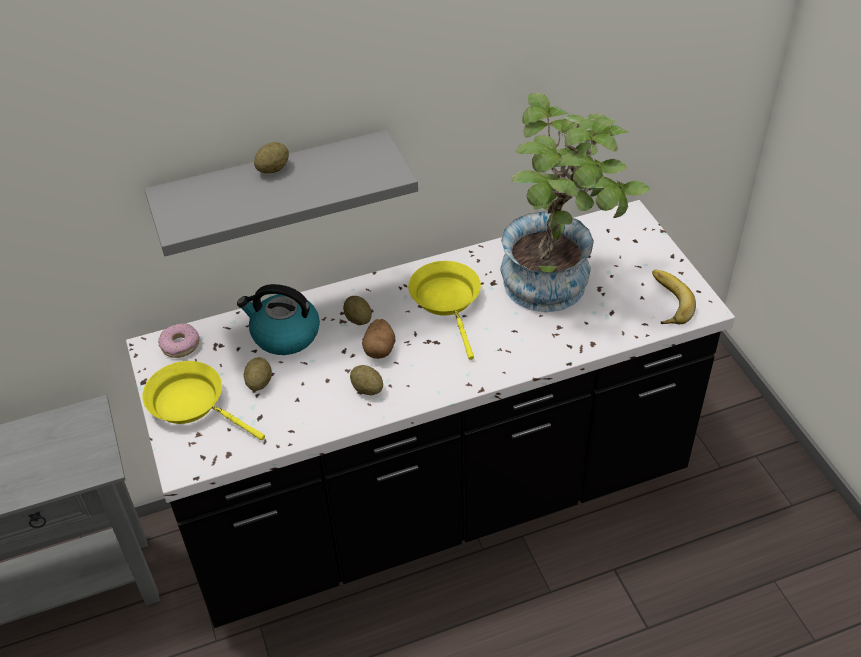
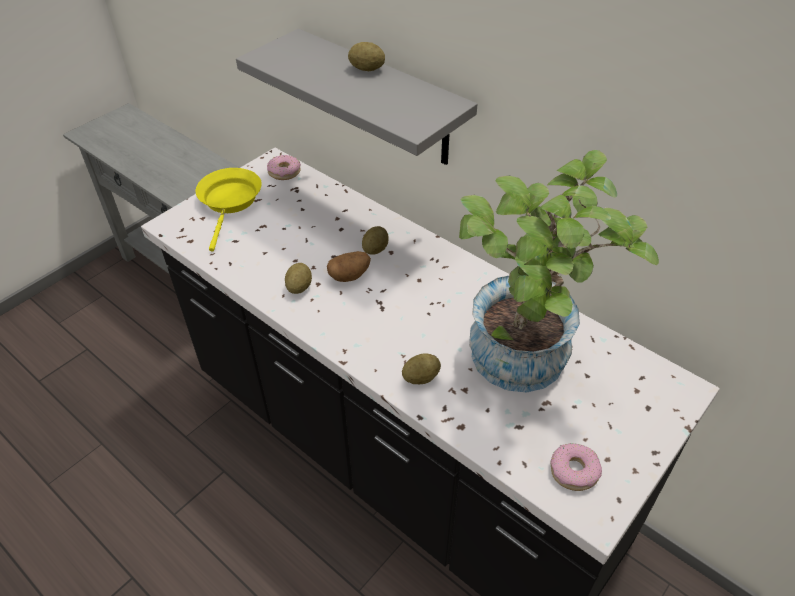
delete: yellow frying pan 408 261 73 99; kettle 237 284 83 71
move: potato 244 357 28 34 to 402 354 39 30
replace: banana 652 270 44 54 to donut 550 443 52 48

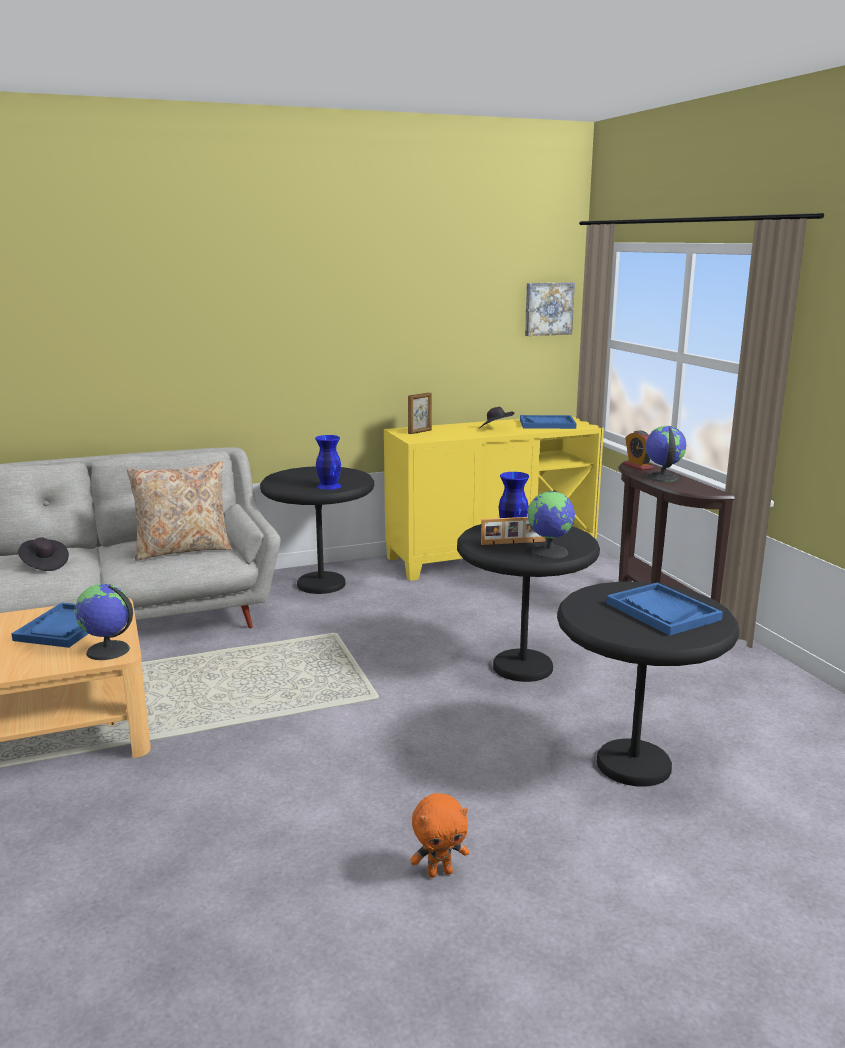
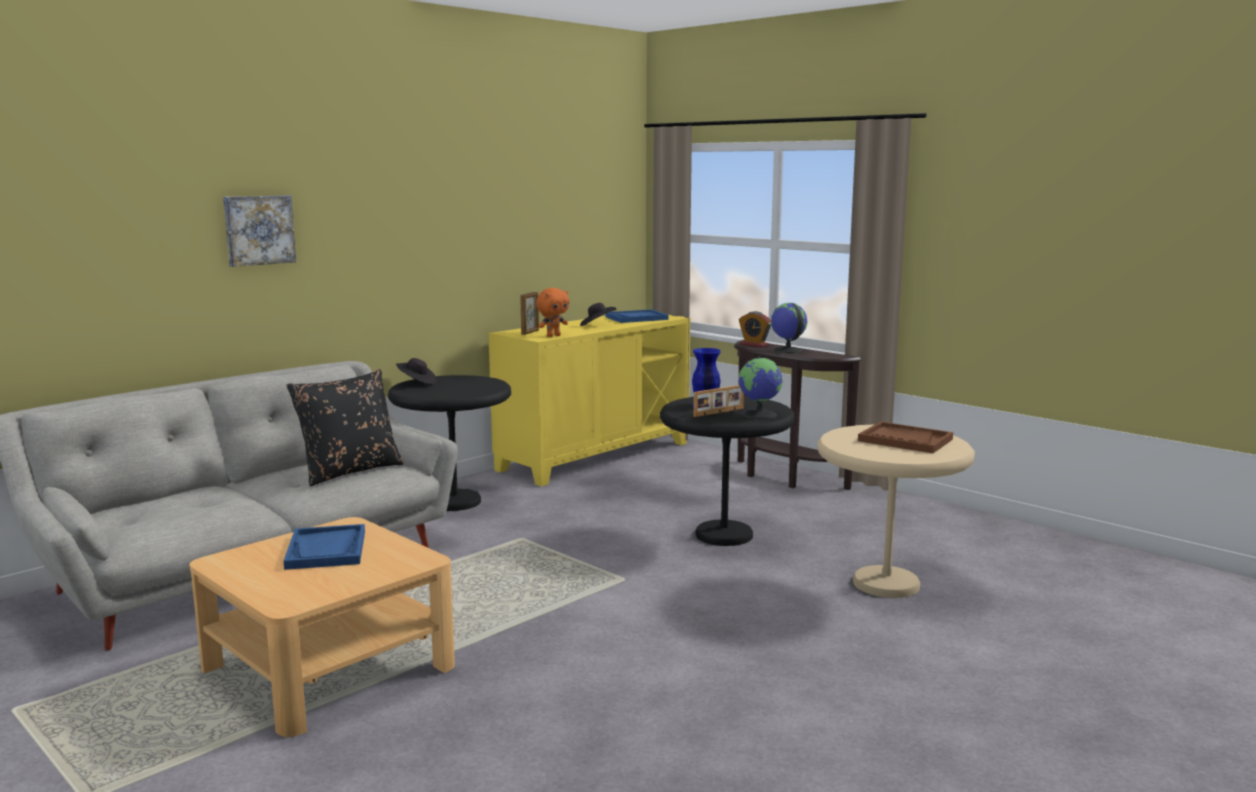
delete: blue vase 315 435 26 55; globe 75 584 58 76
move: picture 525 282 50 54 to 223 195 73 72; black hat 18 537 51 34 to 396 358 41 27; orange plush toy 410 793 59 85 to 536 288 33 49
recolor: beige pillow 127 461 105 100 to black pillow 286 369 118 117; black side table 557 582 182 205 to beige side table 817 424 158 174; blue tray 606 583 117 53 to brown tray 858 421 95 32

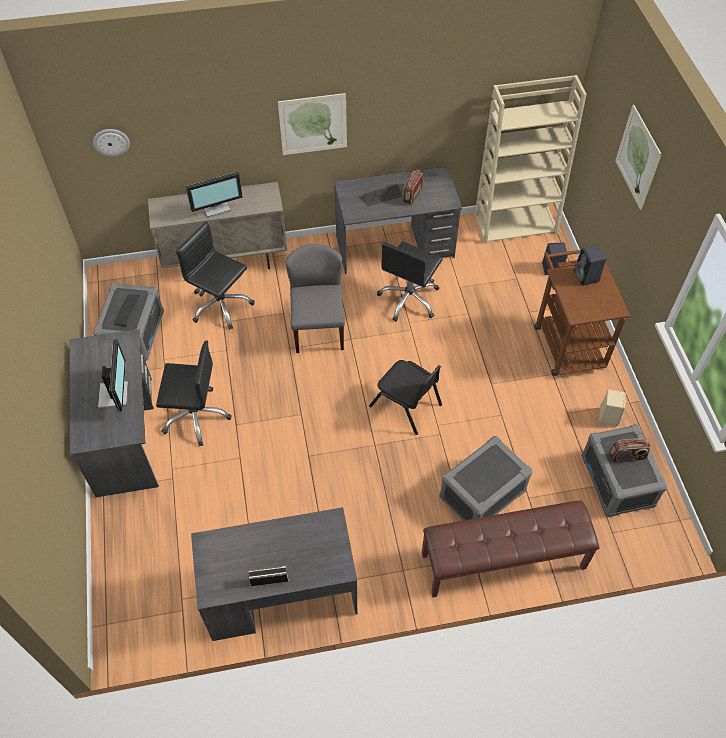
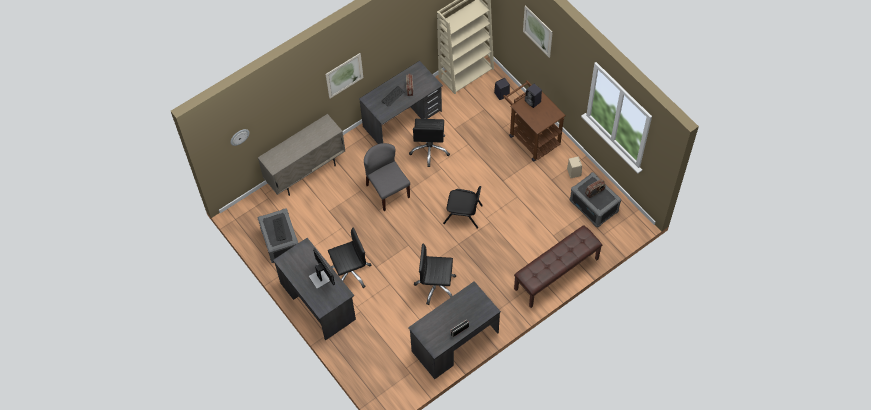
delete: monitor 186 172 57 46; grey storage box 439 436 94 85
move: black office chair 176 221 78 109 to 414 243 42 62

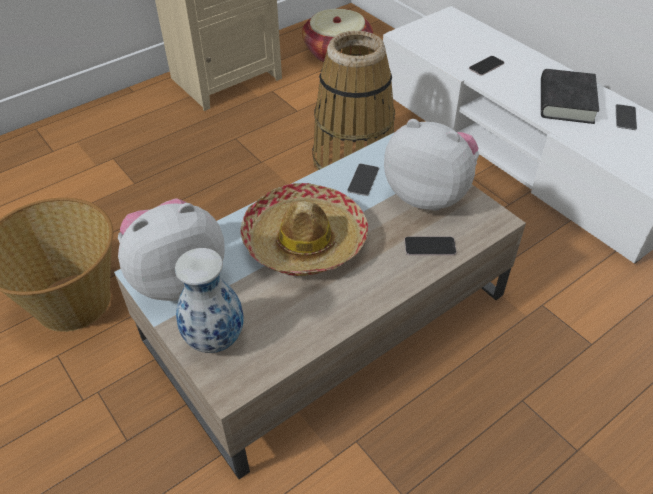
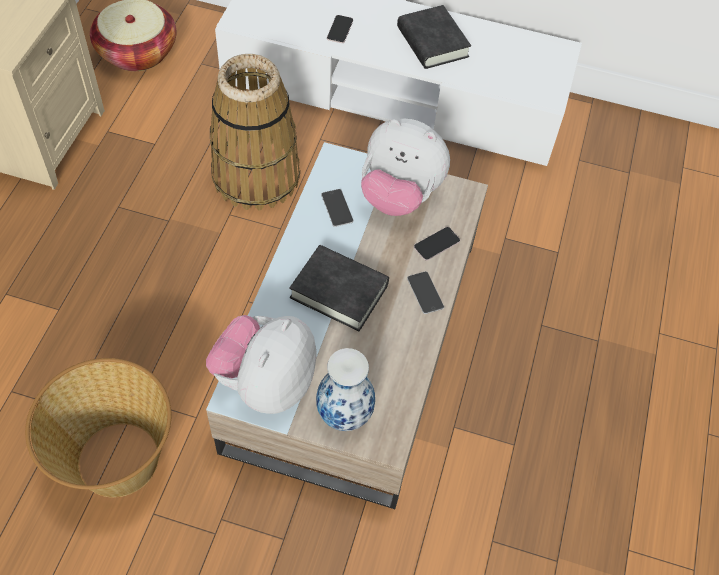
move: phone 616 104 21 26 to 407 271 37 43
replace: hat 240 183 128 93 to black book 289 245 100 86
rotate: plush toy 384 119 95 92 = 361 118 89 98 150 degrees counterclockwise

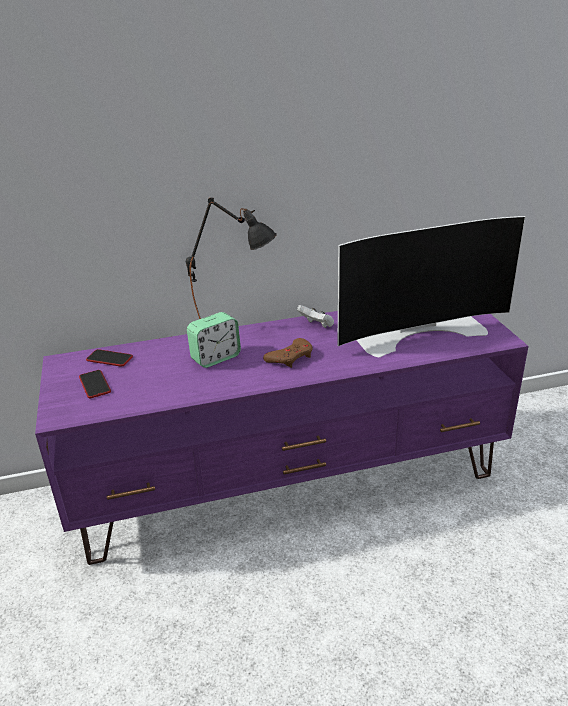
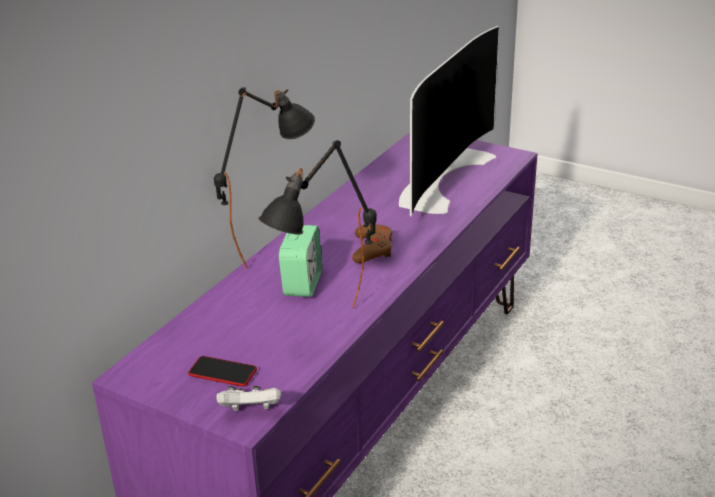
delete: phone 86 349 47 18
insert: black table lamp 259 140 118 168
move: white game controller 297 305 37 23 to 216 386 65 25

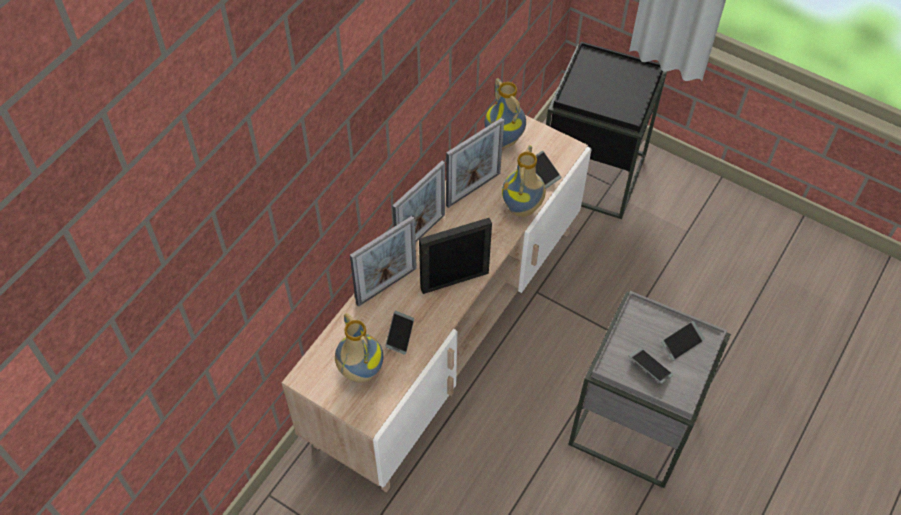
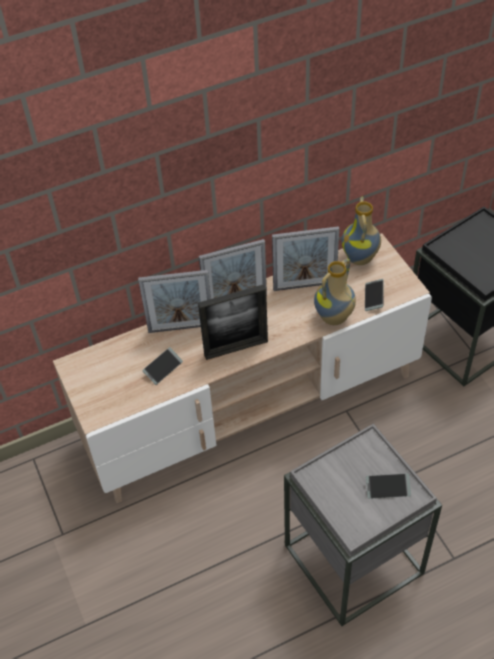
delete: vase 335 313 48 70; phone 629 348 44 36
rotate: picture frame 419 218 73 76 = 198 284 70 76 150 degrees clockwise

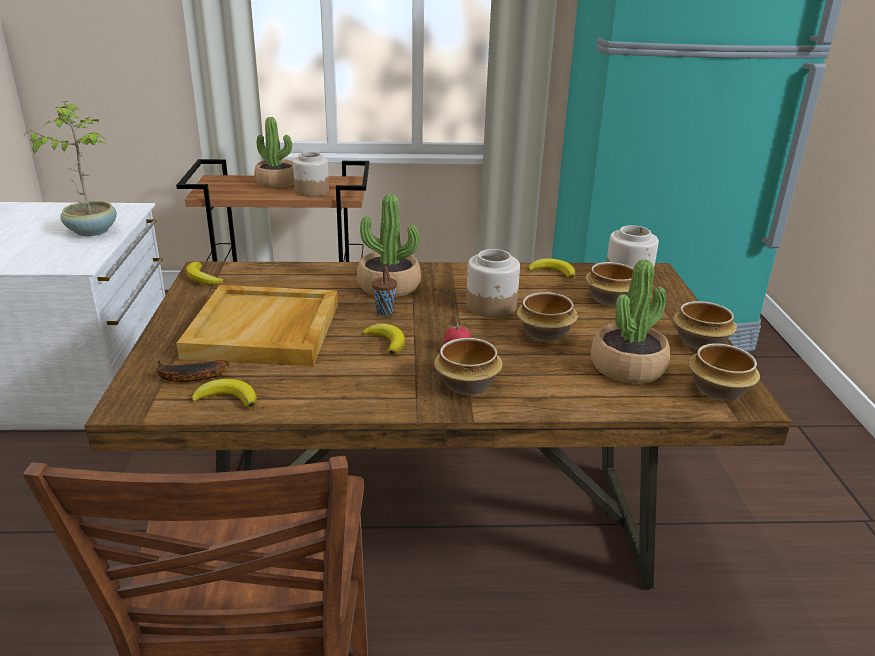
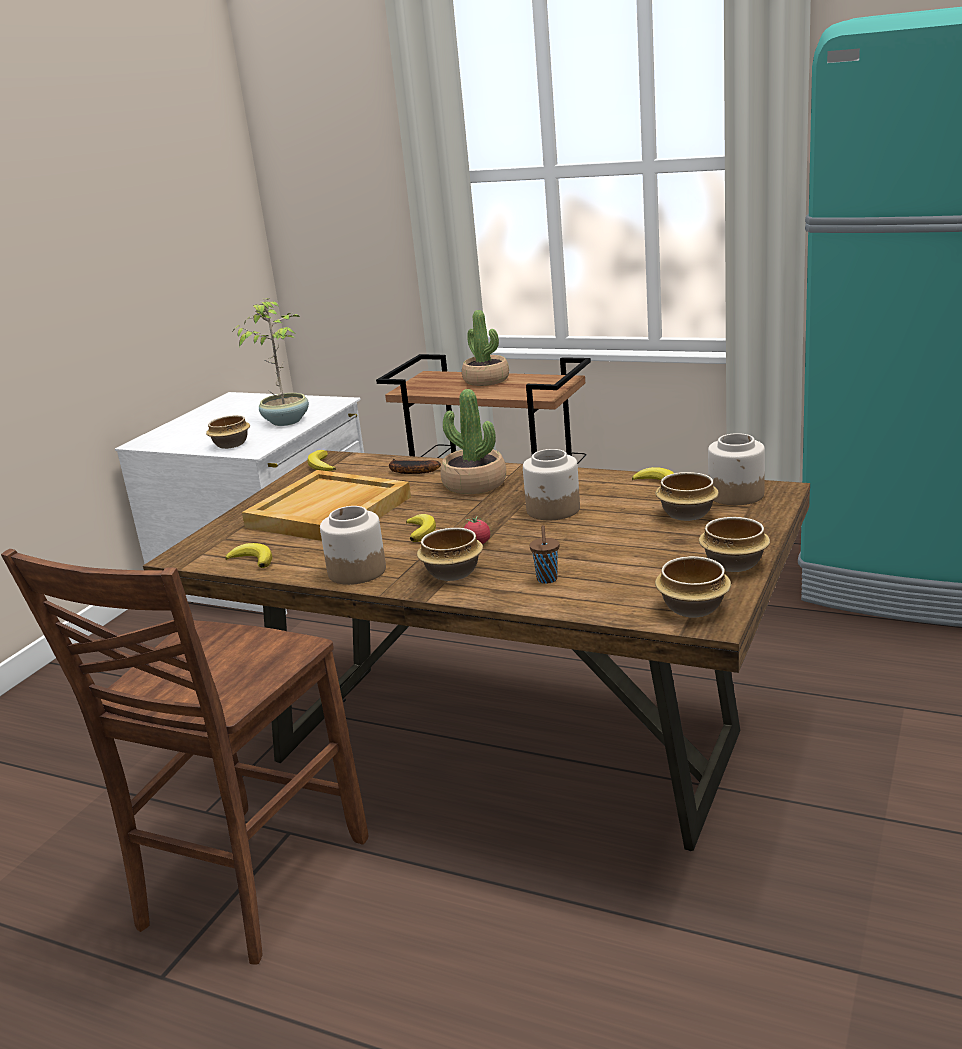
delete: potted plant 591 259 79 124
move: jar 293 152 36 45 to 320 506 66 79; brown cup 372 266 25 50 to 530 525 29 59; bowl 517 292 61 50 to 206 415 44 34; banana 157 360 72 22 to 389 459 52 15

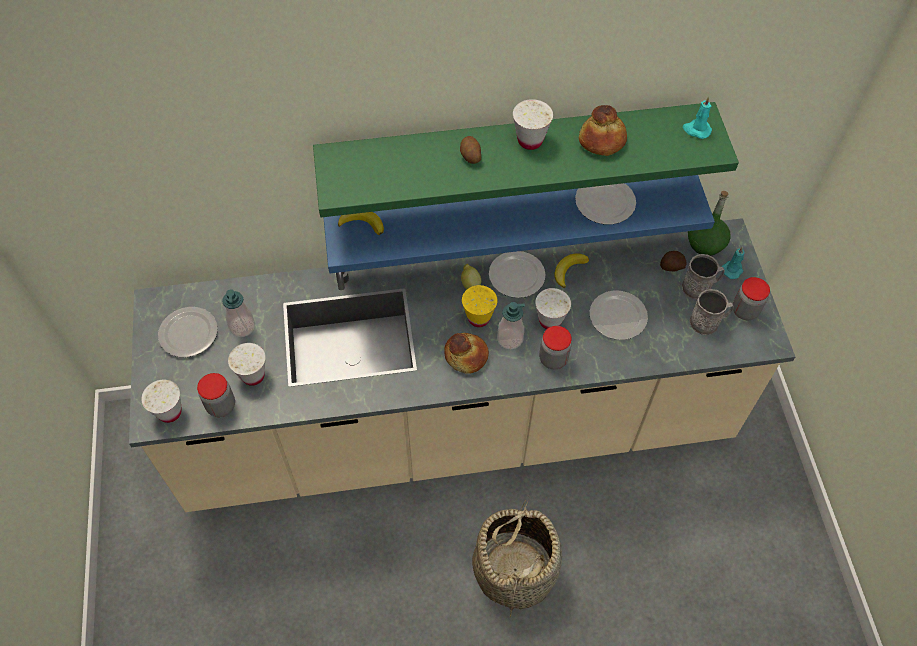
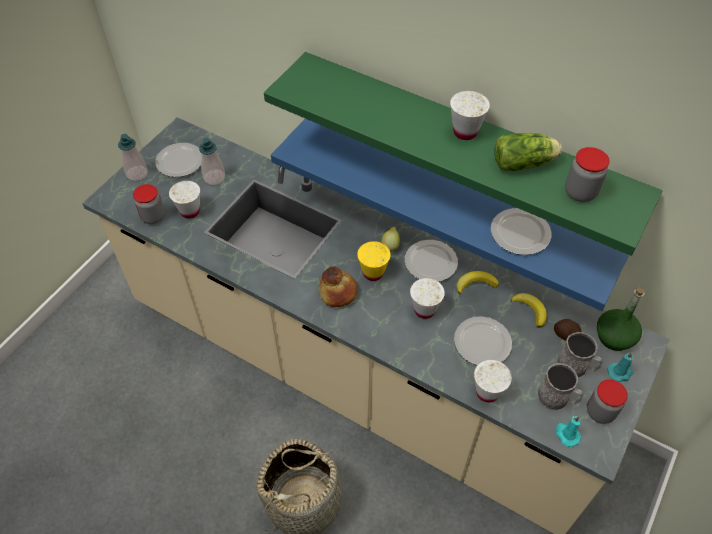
delete: potato 460 136 21 28
move: turquoise candle 683 96 29 43 to 556 416 25 31; banana 338 212 46 23 to 511 293 36 35; soap dispenser 497 302 28 48 to 118 134 30 47; jar 539 326 33 43 to 565 147 45 55; white cup 141 380 41 43 to 474 360 38 43
replace: bread 579 105 48 51 to lettuce 494 133 68 38

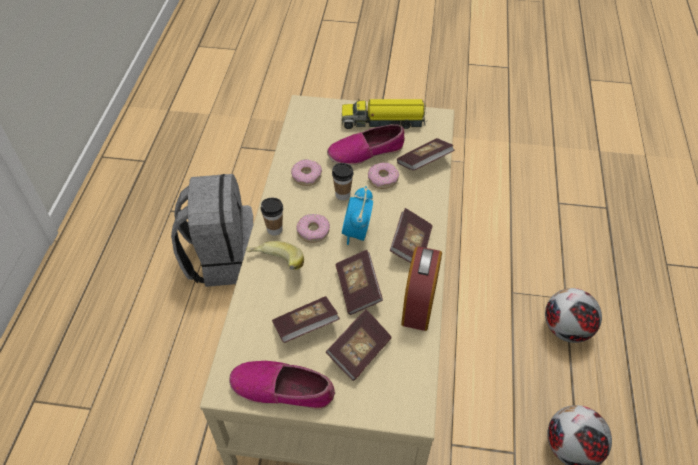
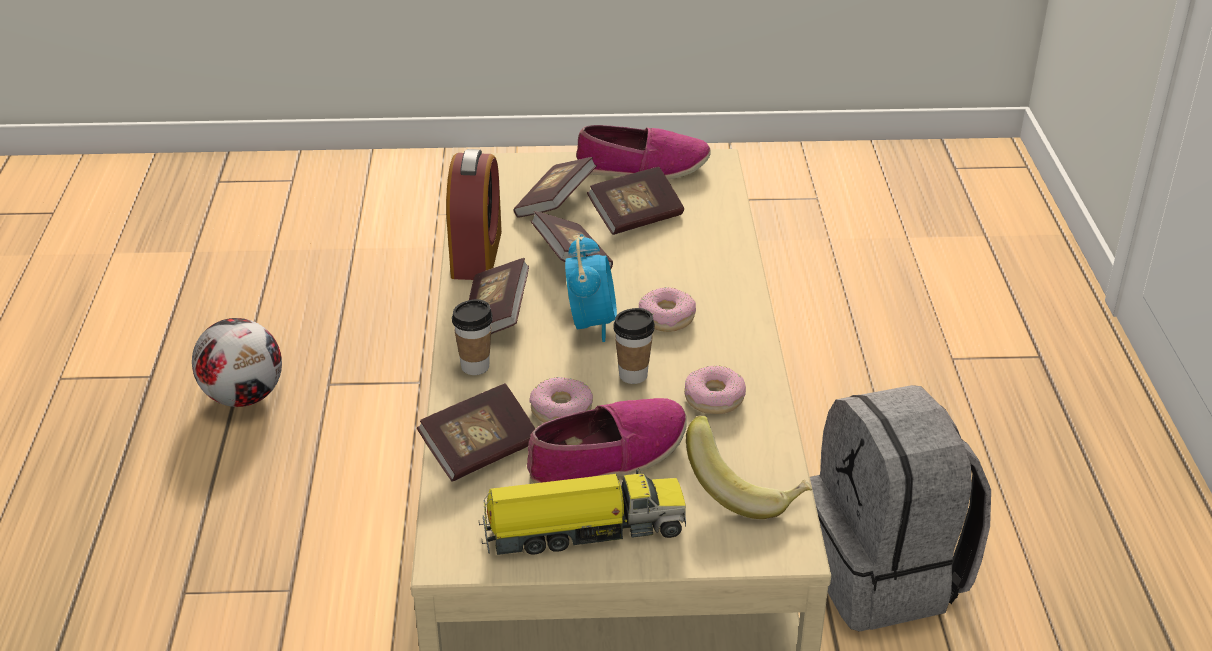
delete: football 545 288 57 55
move: cup 261 198 22 38 to 452 299 41 76; banana 246 241 58 29 to 686 415 126 104

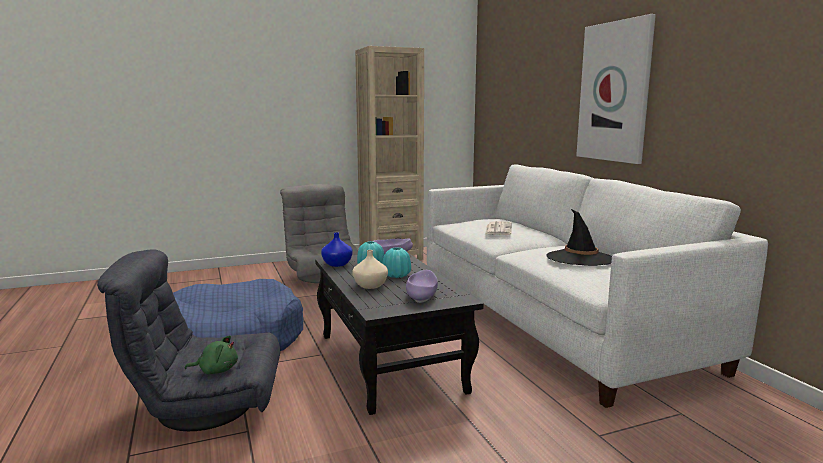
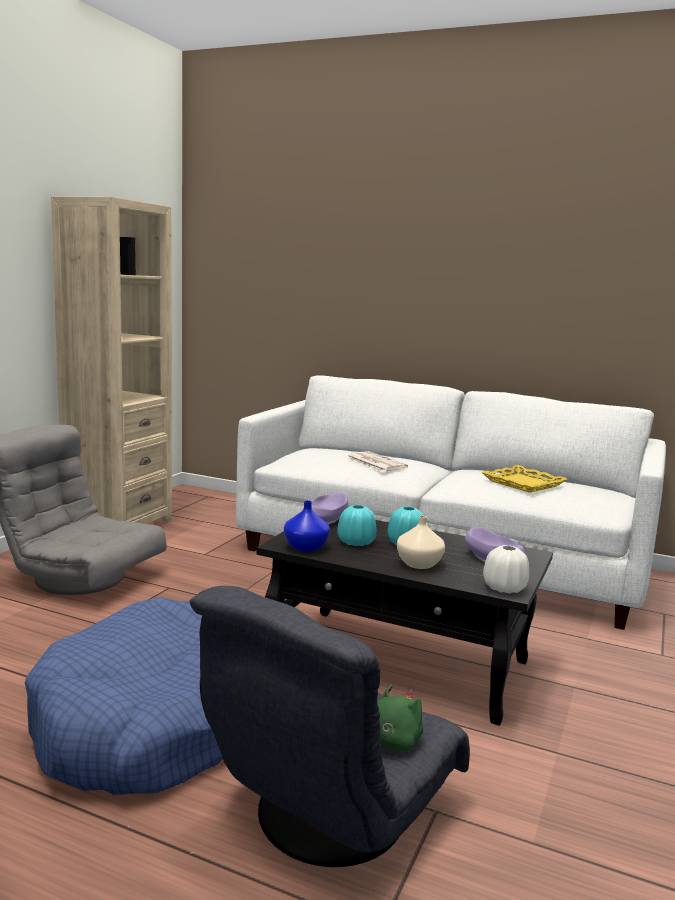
delete: picture 576 14 80 150
insert: white vase 483 545 46 49
replace: black hat 546 209 66 57 to yellow tray 482 465 86 28

